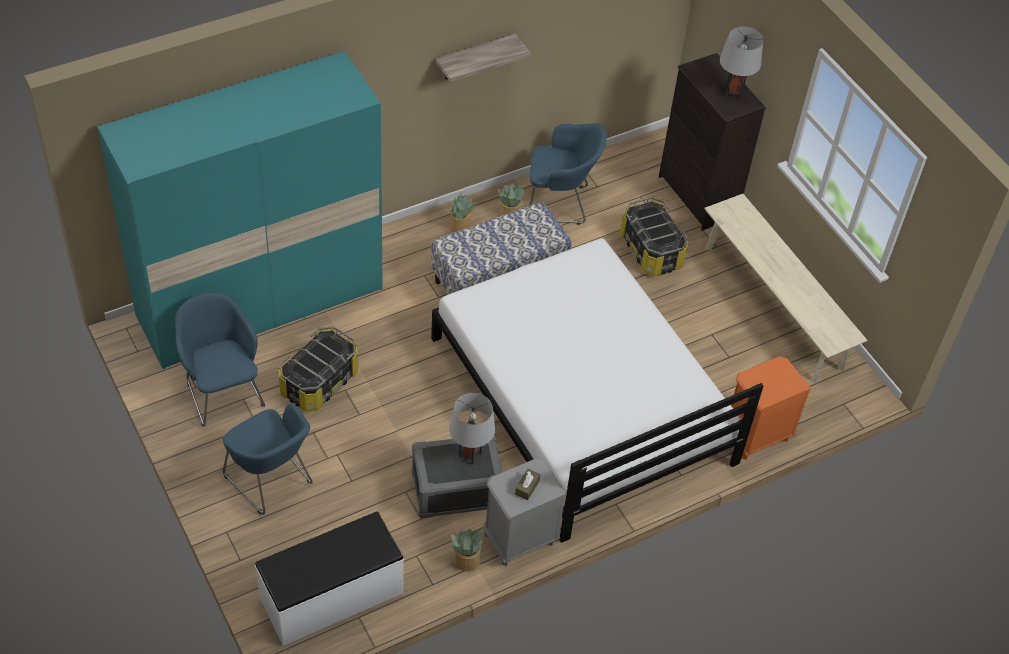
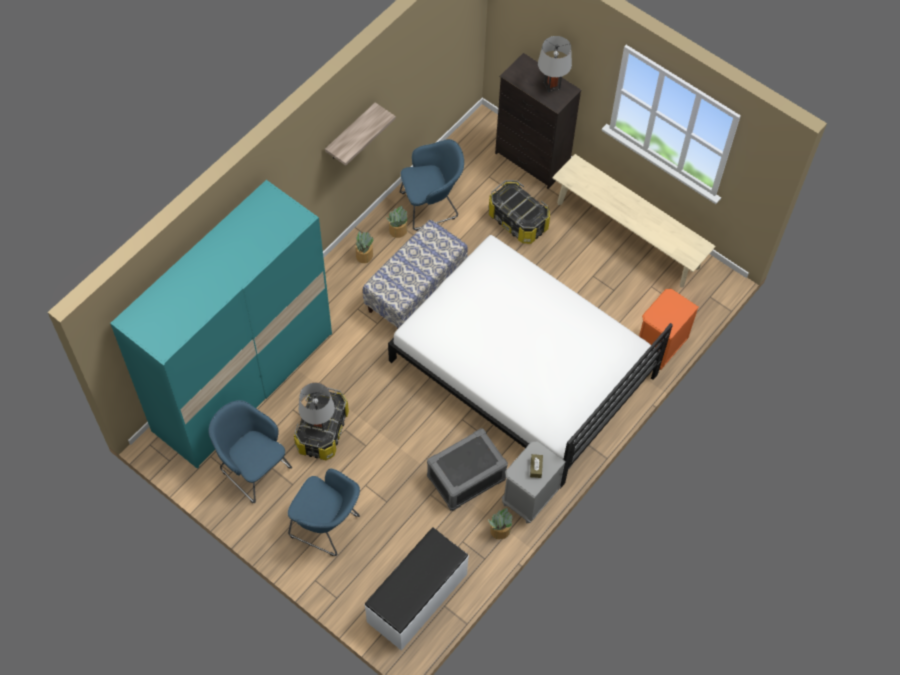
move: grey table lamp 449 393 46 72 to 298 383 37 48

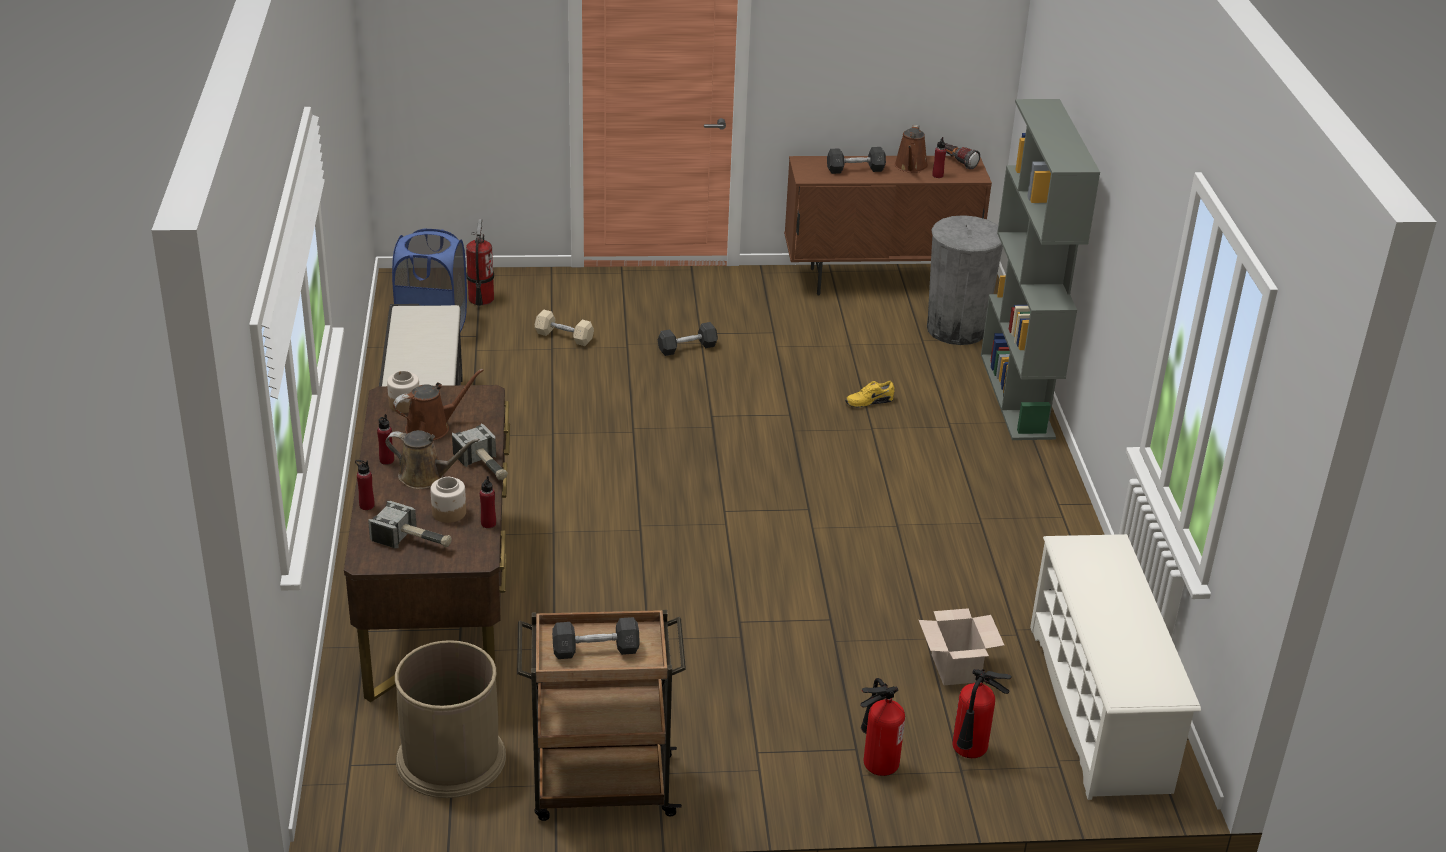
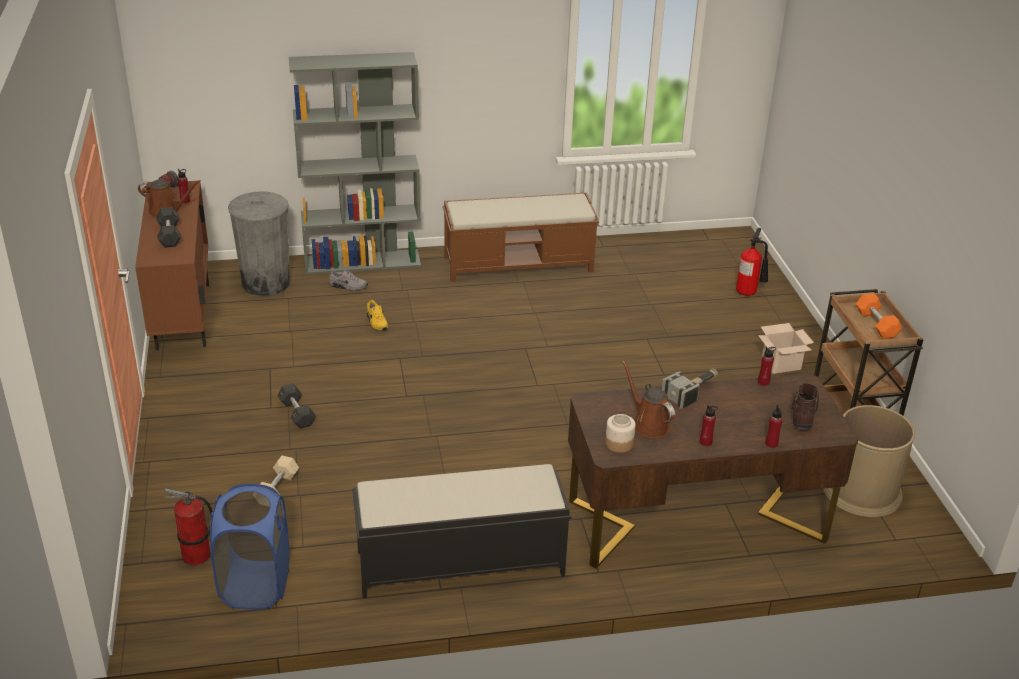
delete: brown watering can 385 430 95 59; jar 430 477 36 46; white shoe rack 1030 534 171 266; fire extinguisher 860 678 45 98
insert: brown bench 443 192 156 90; grey shoe 329 270 39 21
move: cardboard box 919 608 86 77 to 758 323 56 51
replace: hammer 368 501 84 47 to brown boot 789 383 30 47
recolor: grey dumbbell 552 617 88 42 to orange dumbbell 856 293 46 46

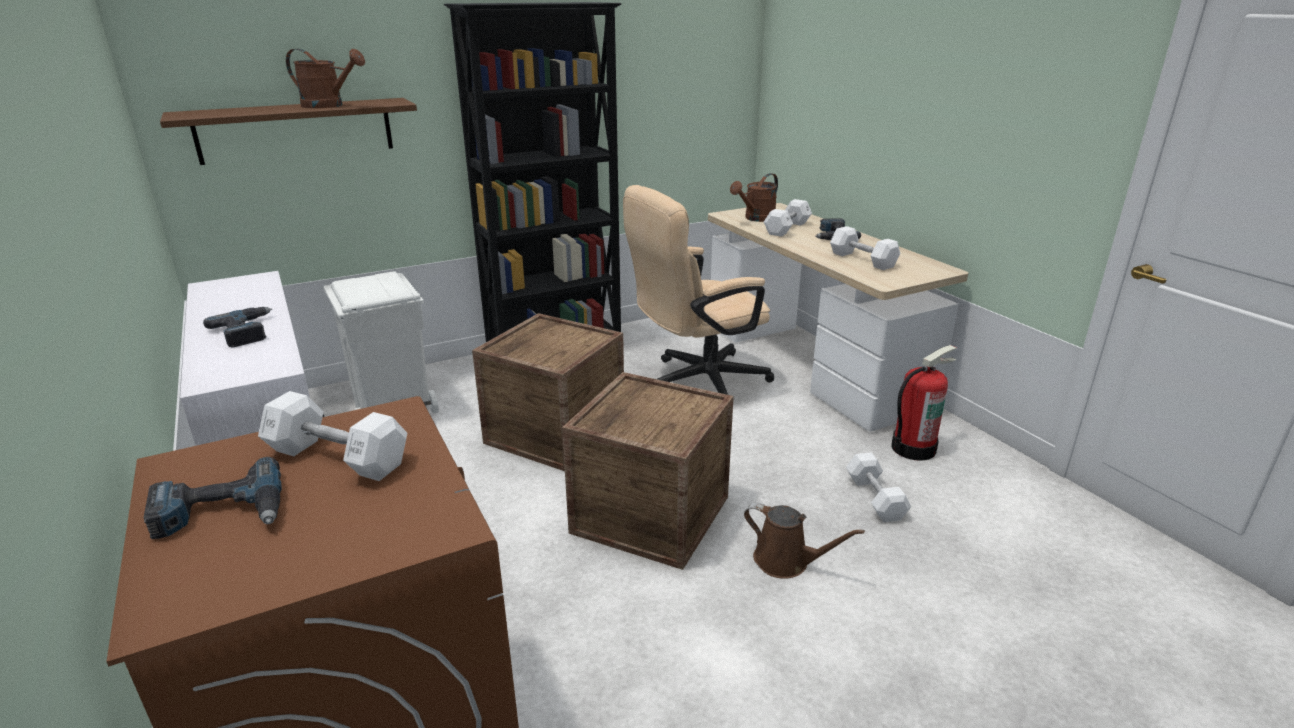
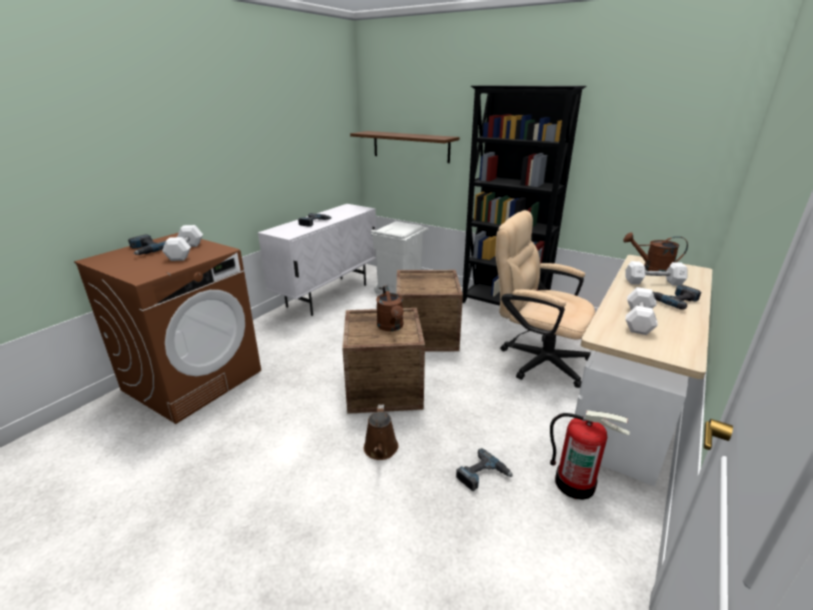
move: brown watering can 286 49 79 59 to 376 286 28 45
replace: white dumbbell 846 452 65 70 to power drill 456 448 57 43

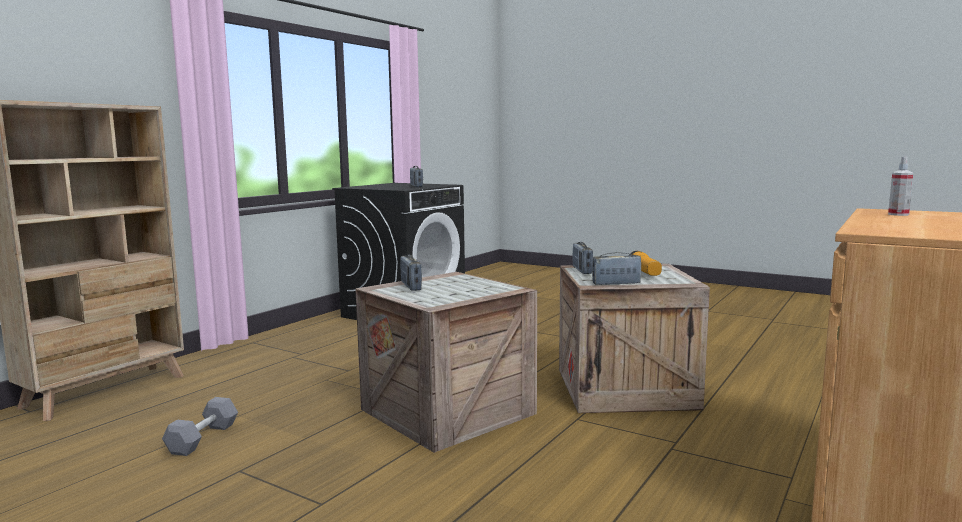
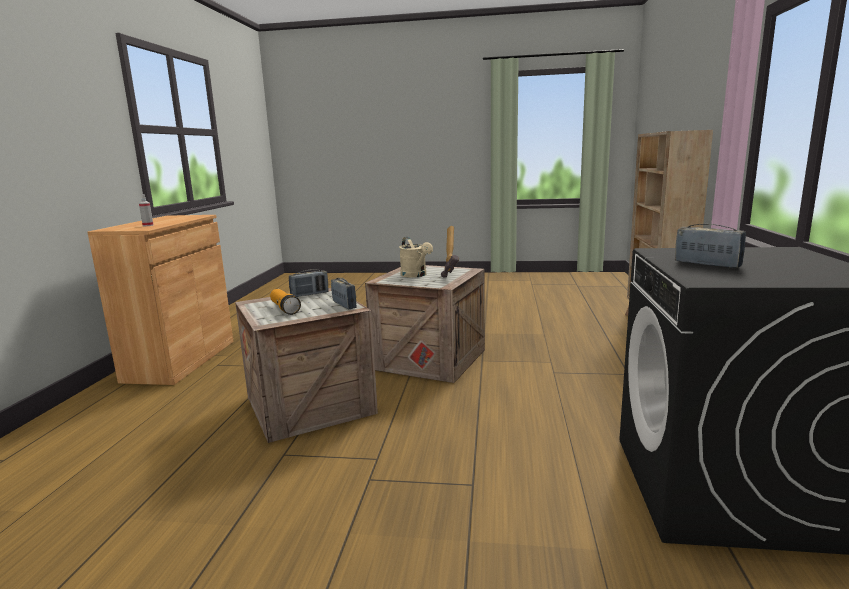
delete: grey dumbbell 162 397 76 59
insert: beige watering can 399 237 34 41
replace: radio 400 255 22 36 to hammer 441 226 18 52

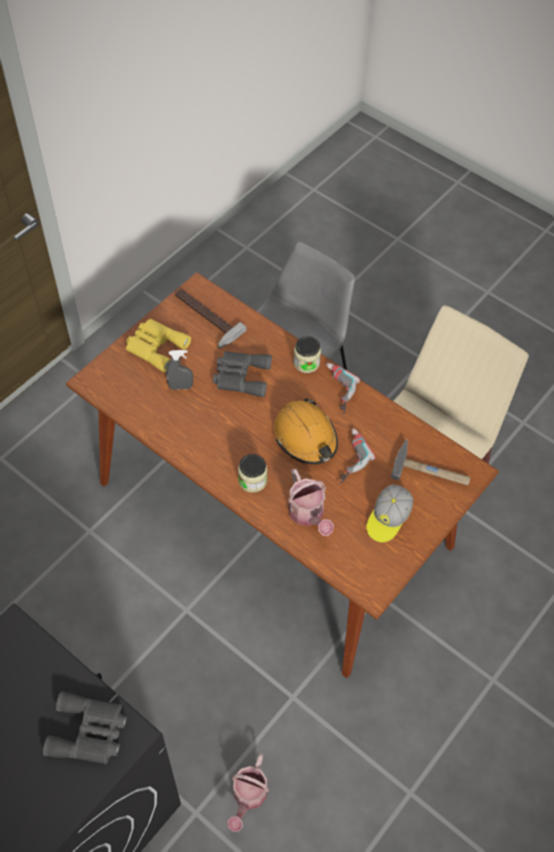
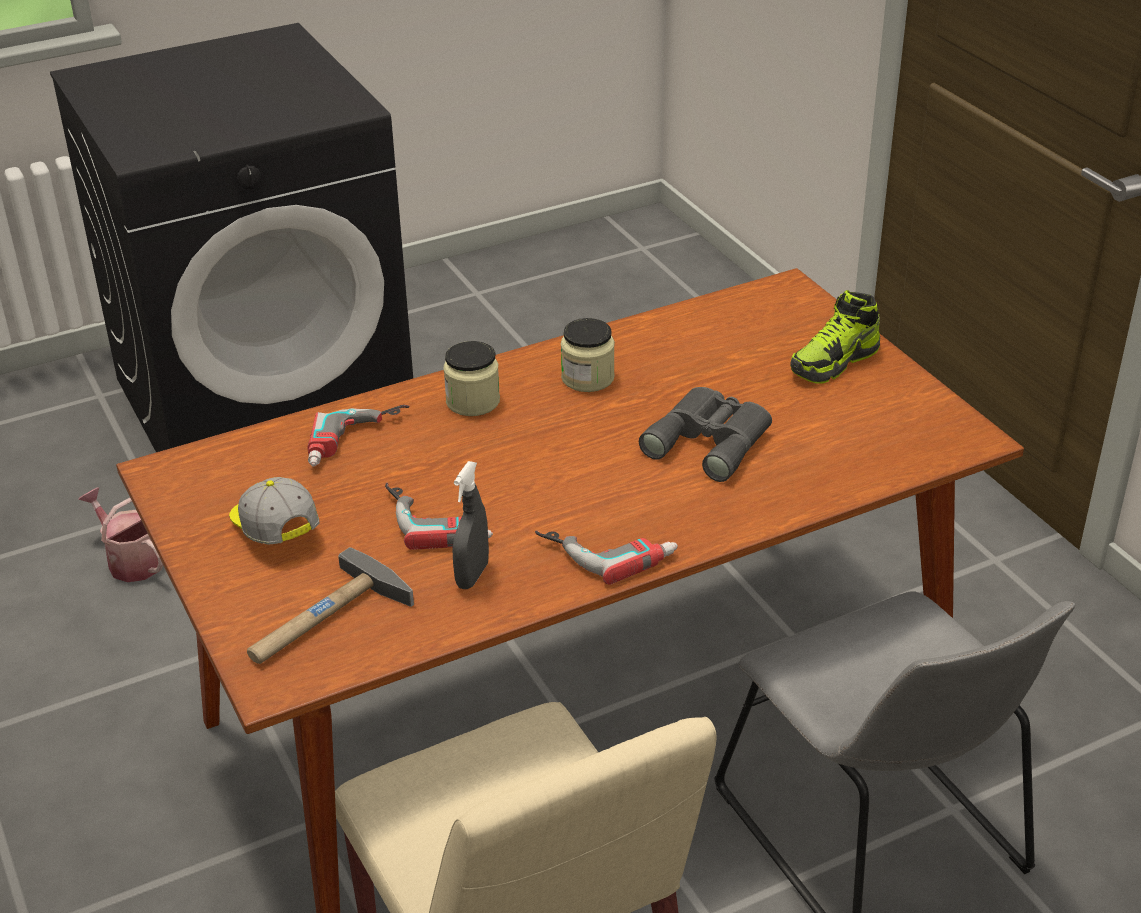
delete: hammer 175 289 71 60; orange hard hat 274 398 64 66; grey binoculars 43 691 84 73
move: jar 294 336 27 37 to 561 318 54 74; grey spray bottle 166 350 27 40 to 452 461 37 128
replace: yellow binoculars 126 319 65 53 to shoe 790 290 90 94; watering can 288 469 46 67 to power drill 307 405 102 61

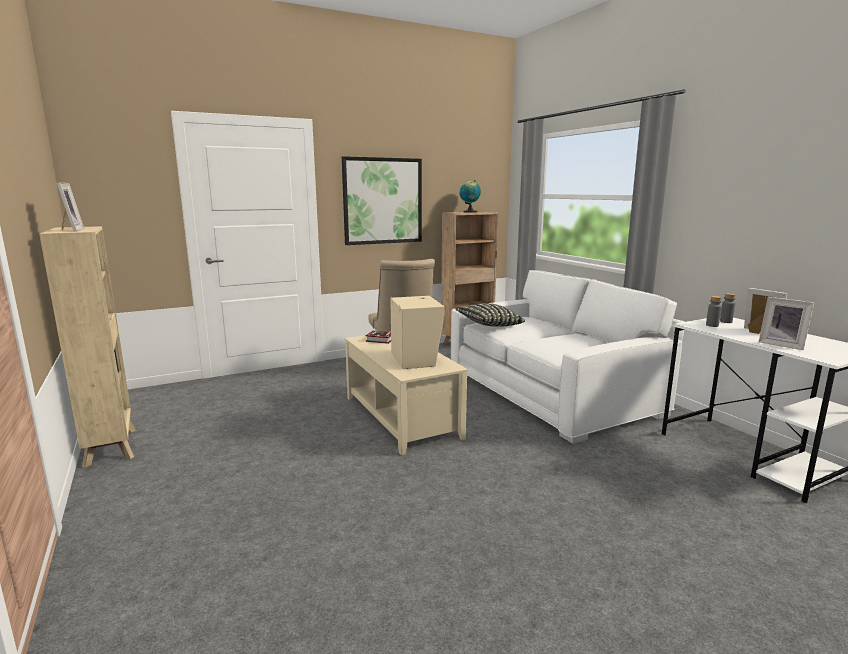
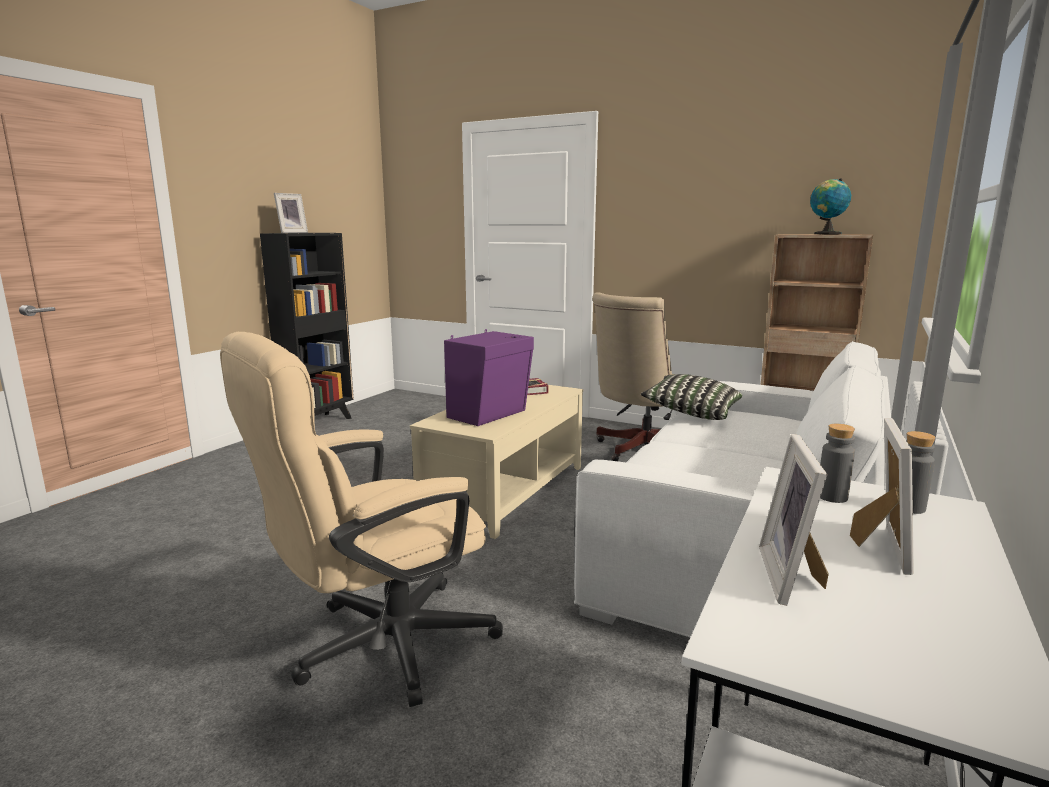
delete: picture 342 156 80 89
insert: beige office chair 220 332 283 375
recolor: beige bookcase 39 226 97 242 to black bookcase 260 233 94 186; beige speaker 390 296 55 73 to purple speaker 444 329 90 97

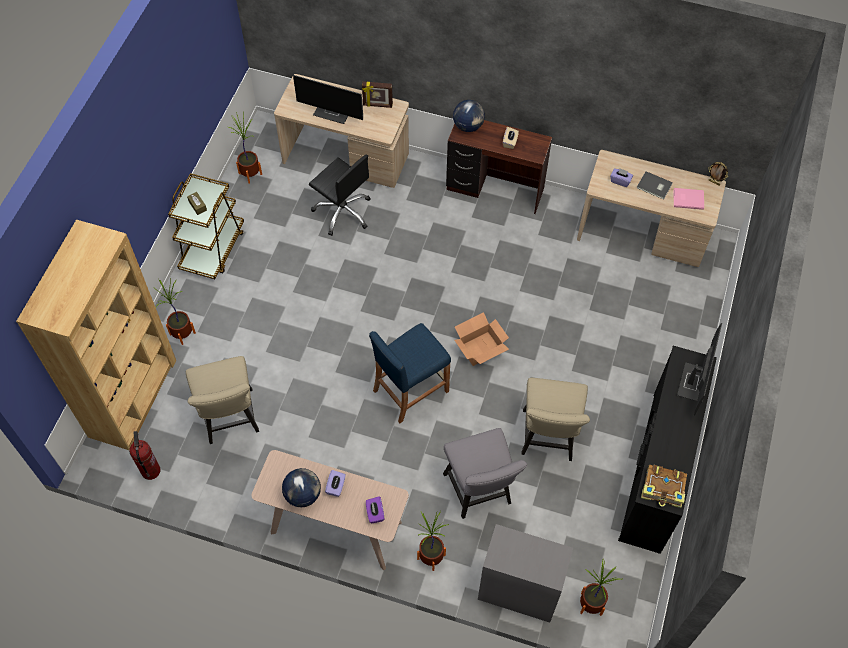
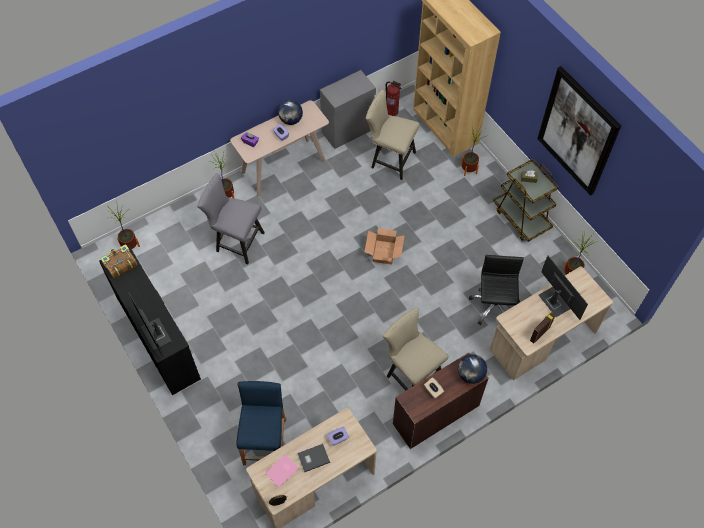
insert: picture 537 66 84 130
move: cardboard box 454 312 55 54 to 364 228 41 37; blue stool 369 323 82 100 to 236 381 50 84; beige chair 521 378 69 83 to 383 307 66 84; grey cabinet 478 524 95 99 to 320 70 56 79
rotate: monitor 293 75 70 49 = 539 256 49 64 90 degrees clockwise; black office chair 309 155 61 81 = 469 255 55 70 105 degrees clockwise

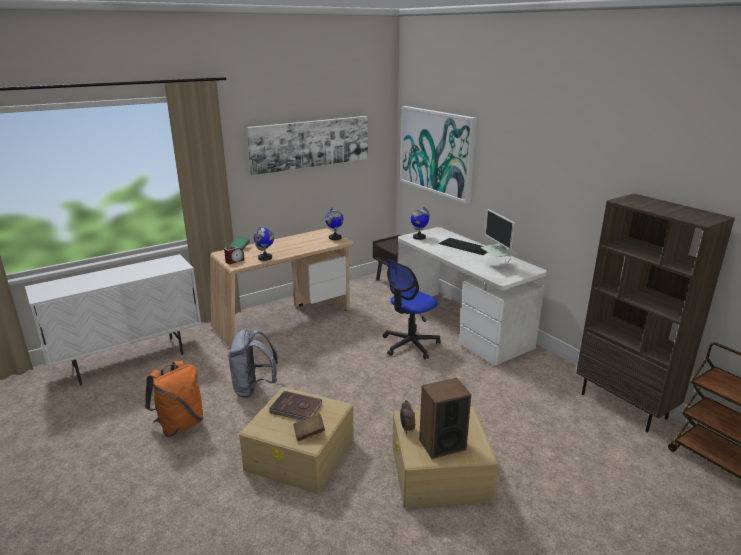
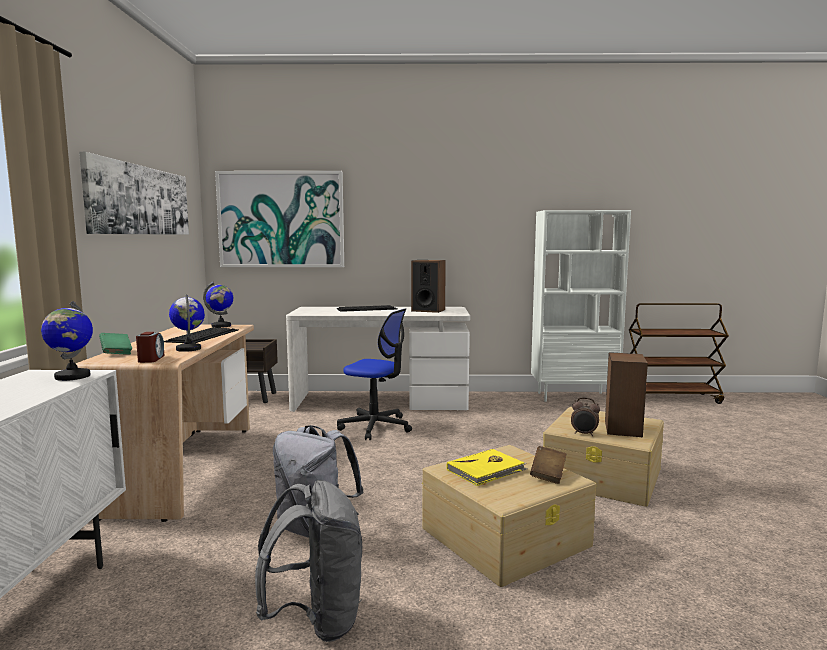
insert: keyboard 164 328 75 15
move: globe 411 207 19 33 to 41 301 52 80
replace: monitor 481 209 36 62 to speaker 411 260 35 53
recolor: brown bookcase 576 194 159 238 to white bookcase 531 210 100 192; orange backpack 145 361 59 76 to grey backpack 255 480 107 162; brown book 269 391 53 30 to yellow book 446 449 81 37
rotate: office chair 383 259 58 101 = 337 308 75 132 60 degrees counterclockwise

